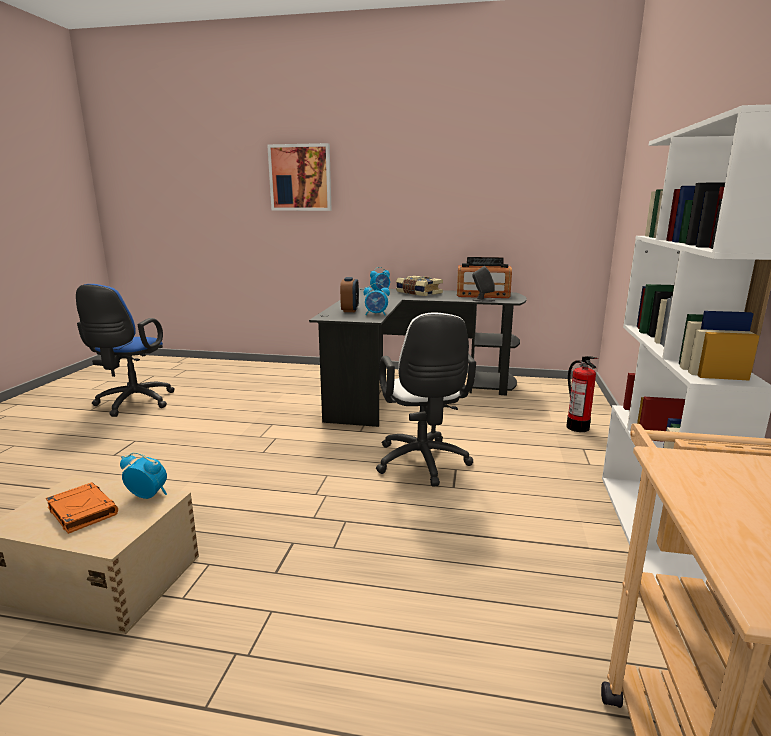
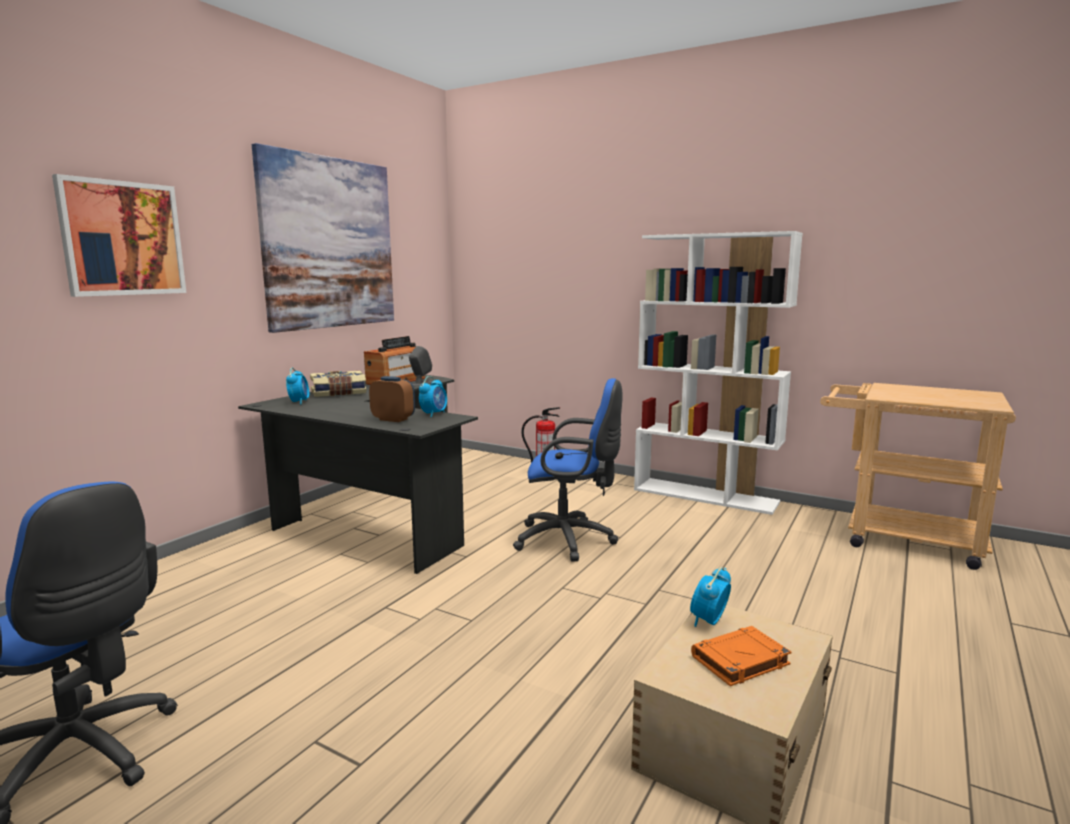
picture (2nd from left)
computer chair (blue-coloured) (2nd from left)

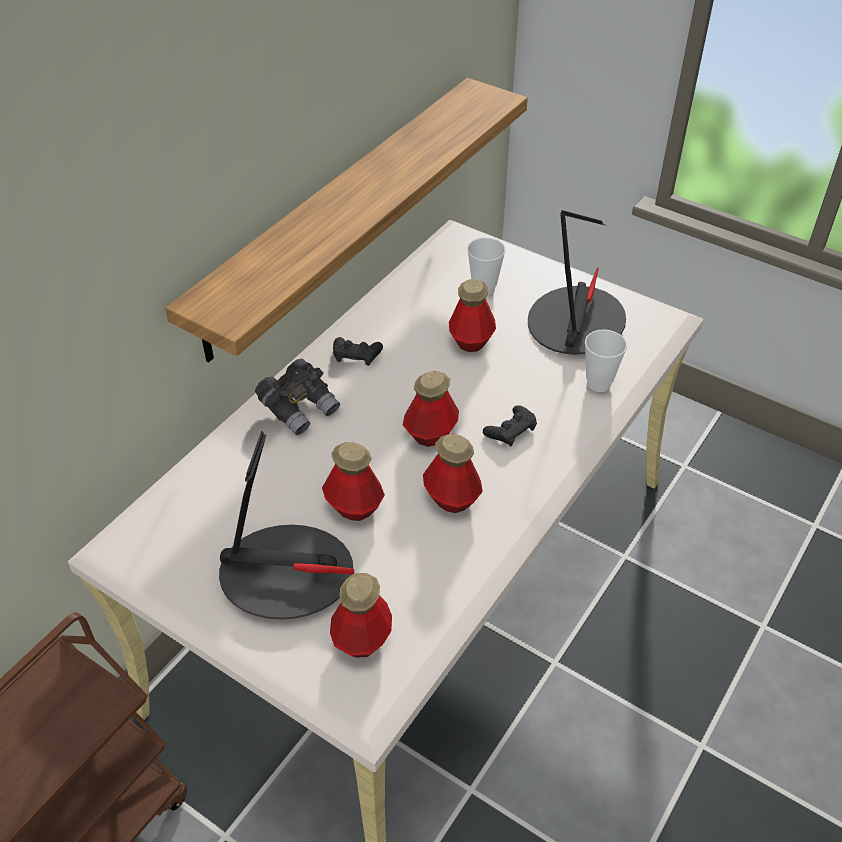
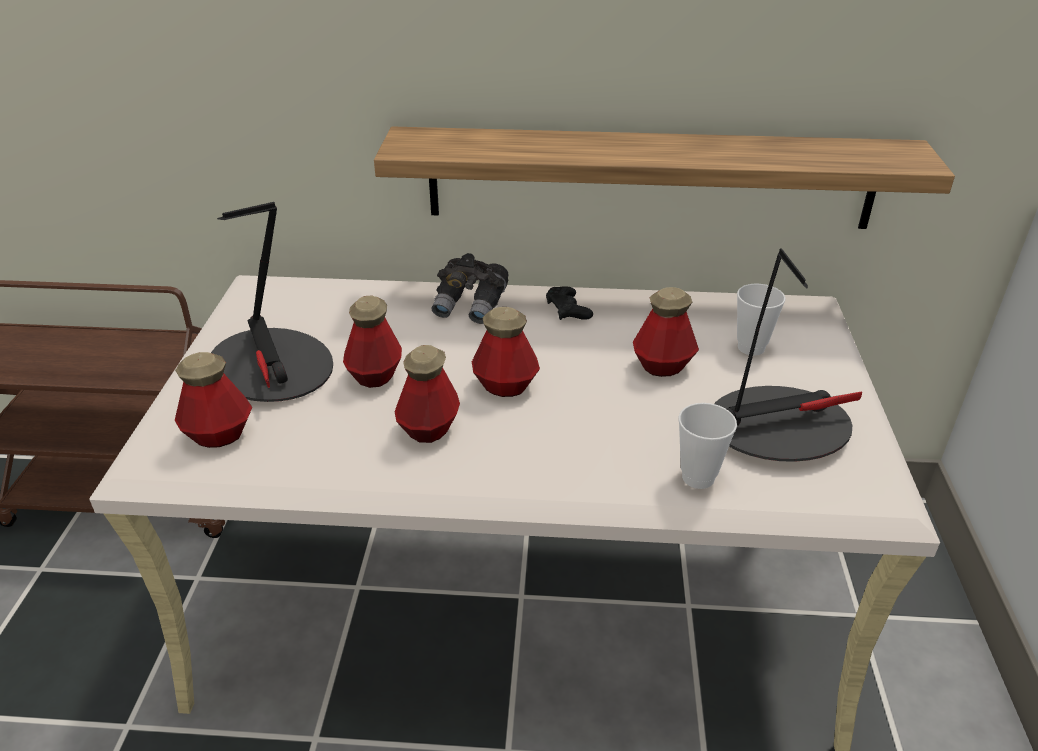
joypad (black-coloured) (2nd from left in the first image)

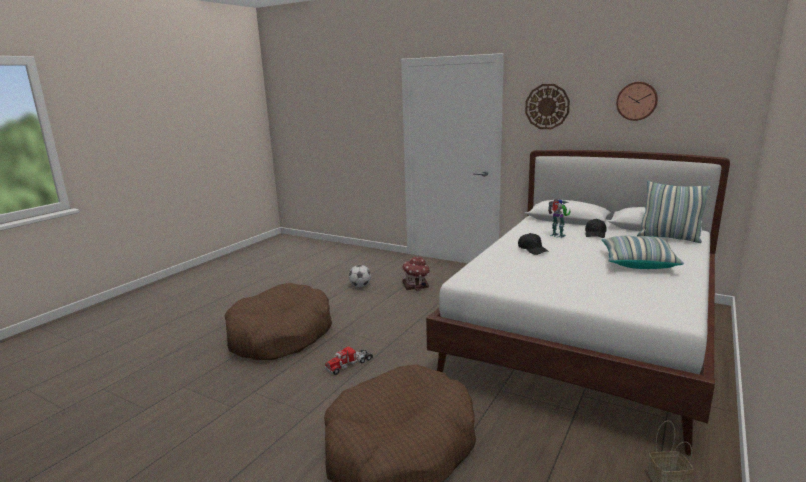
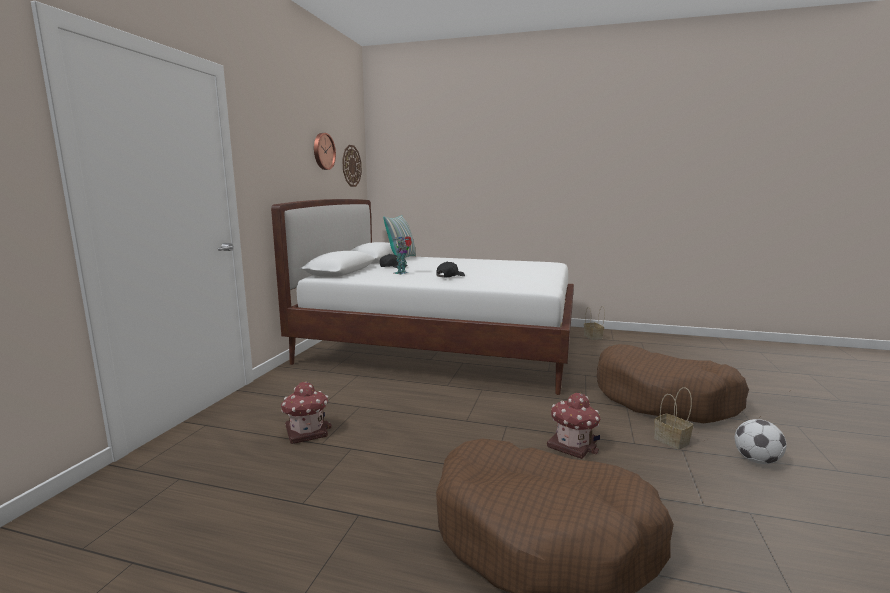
clock on the wall (2nd from left)
miniature house (2nd from left)
storage basket (2nd from left)
ball for football
pillow (1st from left in the first image)

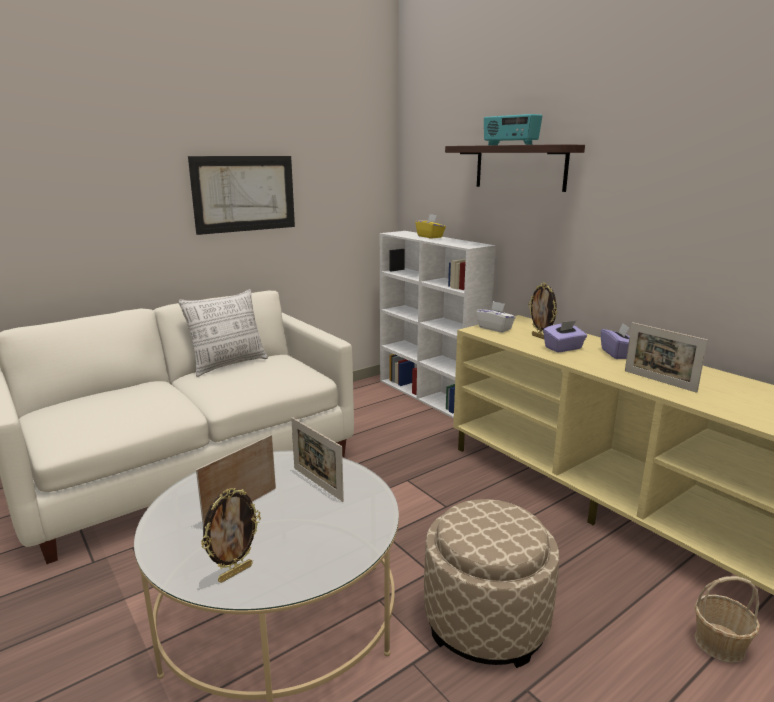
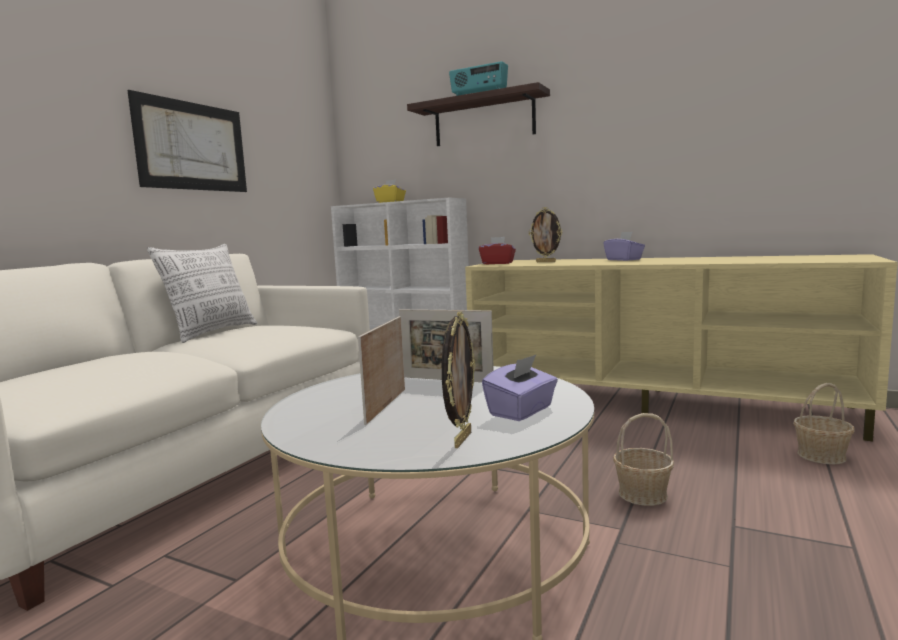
box of tissues (red-coloured)
box of tissues (purple) (1st from left)
storage basket (1st from left)
standing frame (5th from left in the first image)

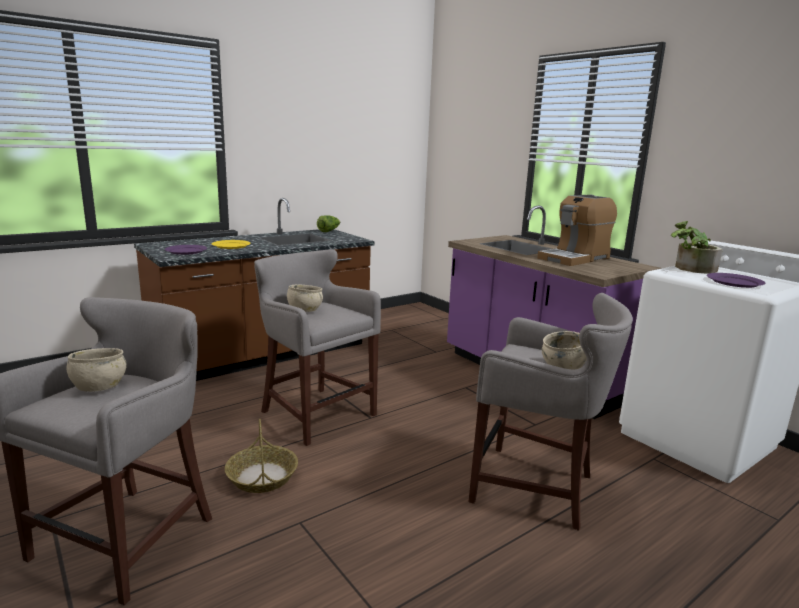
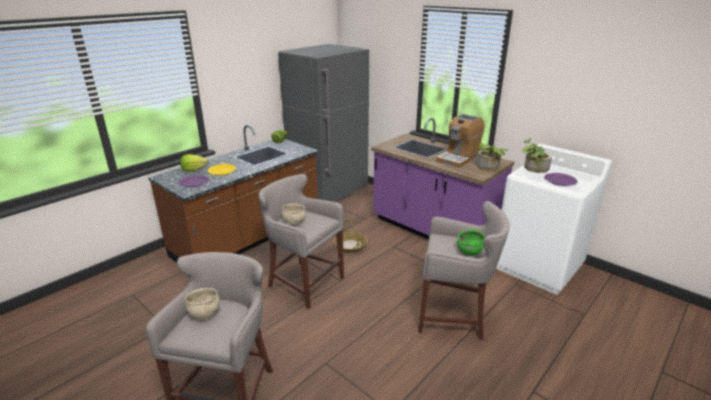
head of lettuce (1st from left)
kitchen fridge (gray)
storage basket
bowl (green)
potted plant (1st from left)

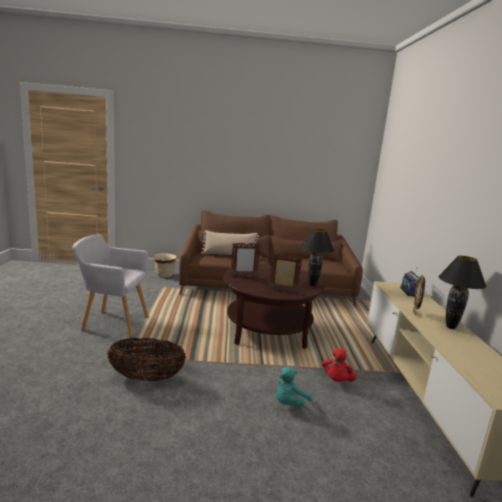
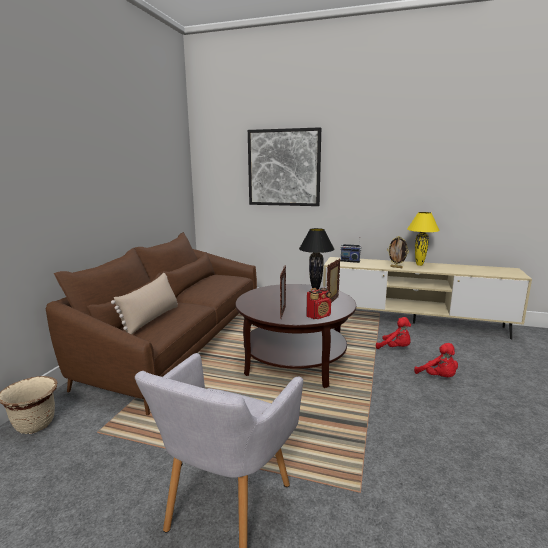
picture
radio receiver (1st from left)
table lamp (yellow-coloured)
plush toy (red-coloured) (2nd from left)
storage basket

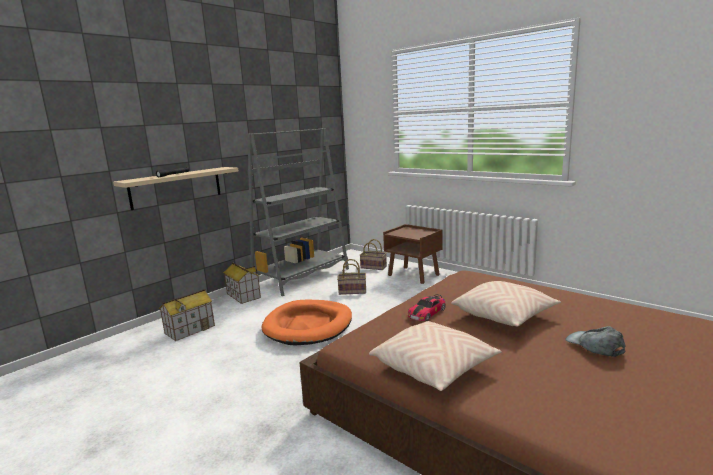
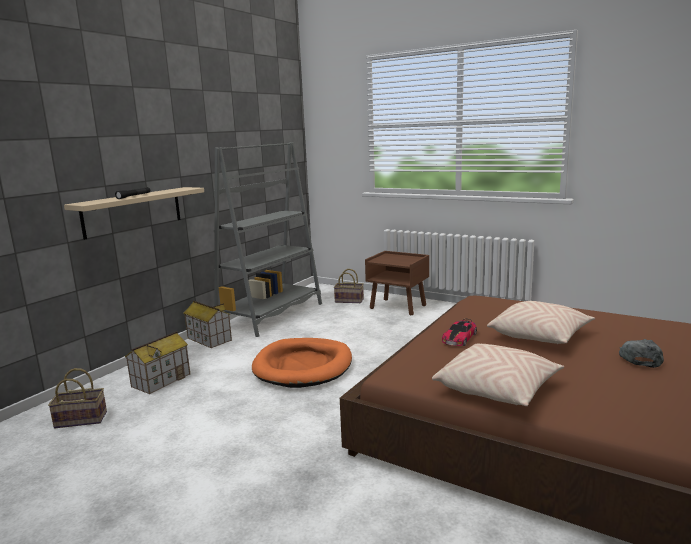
storage basket (1st from left)
peaked cap (gray)

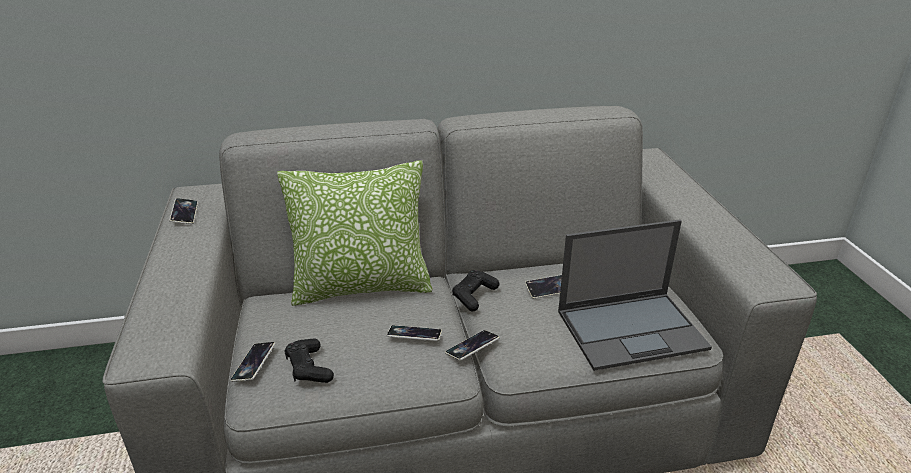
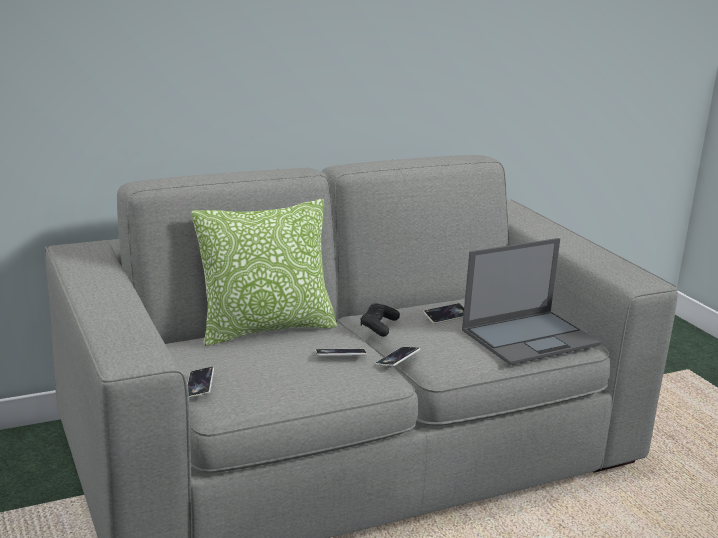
phone (1st from left in the first image)
joypad (black-coloured) (1st from left in the first image)

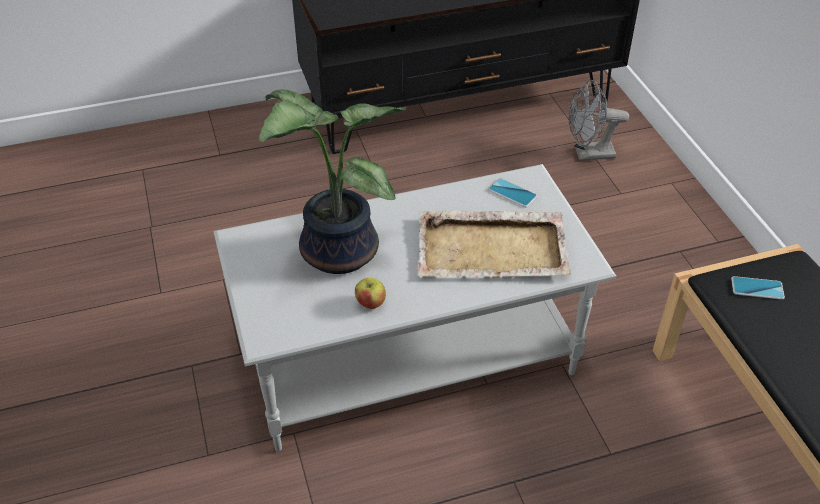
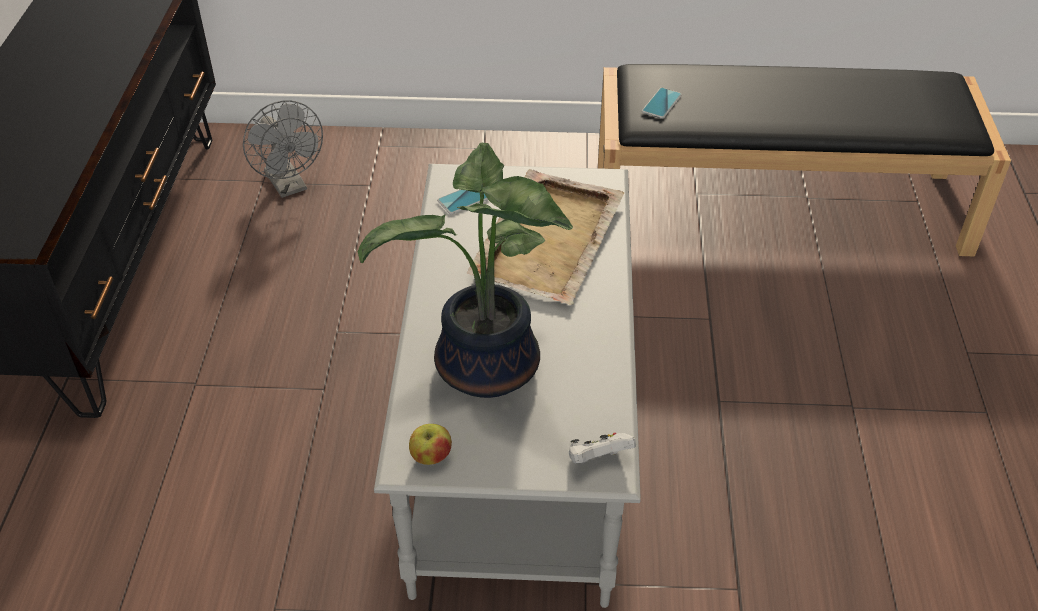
electric fan (gray)
apple
joypad (whitish)

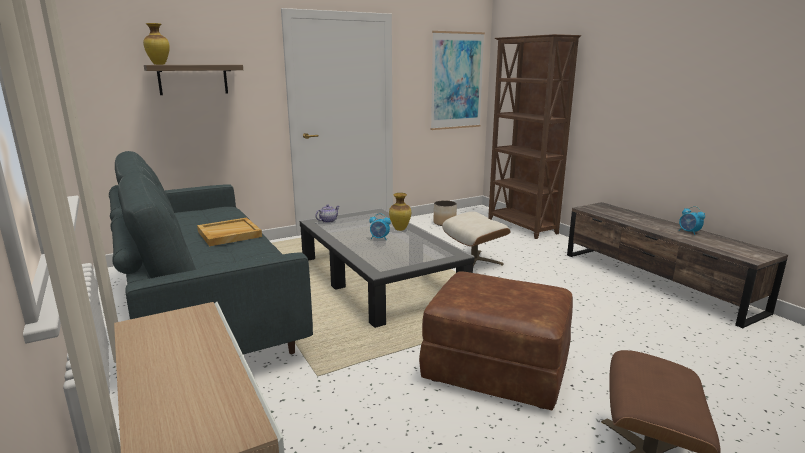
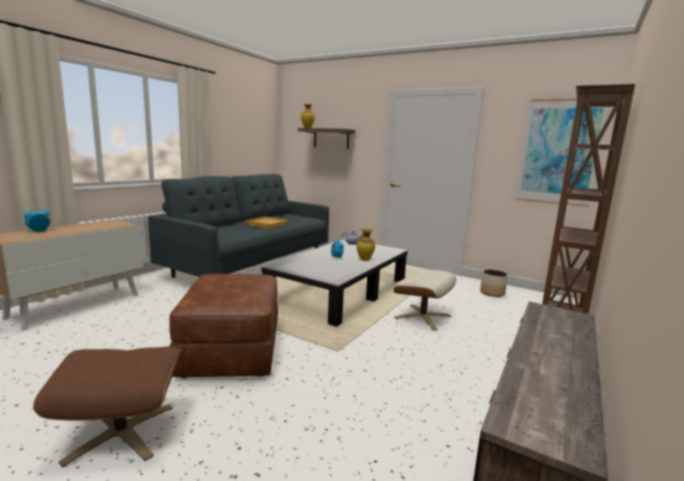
alarm clock (1st from left)

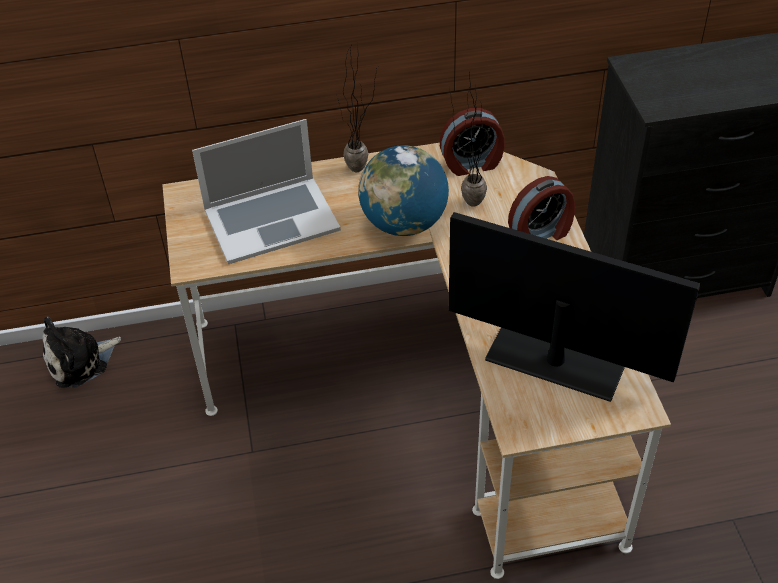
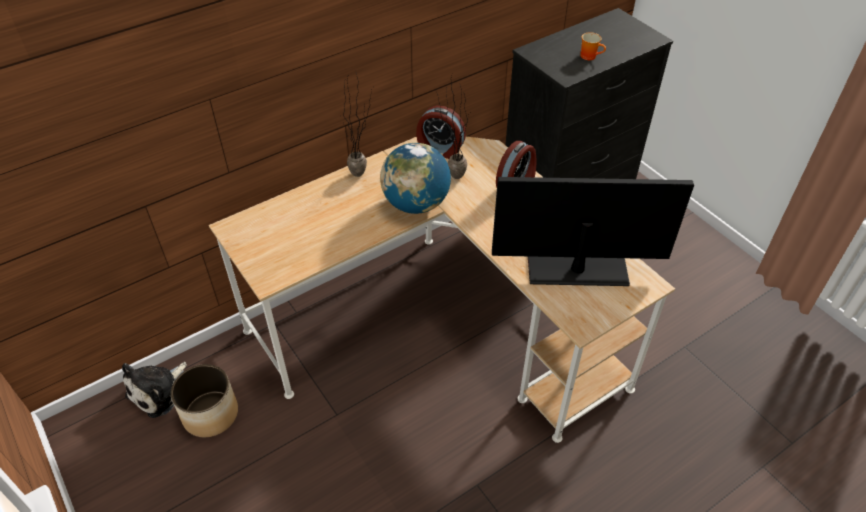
flower pot
alarm clock (1st from left)
mug
portable computer

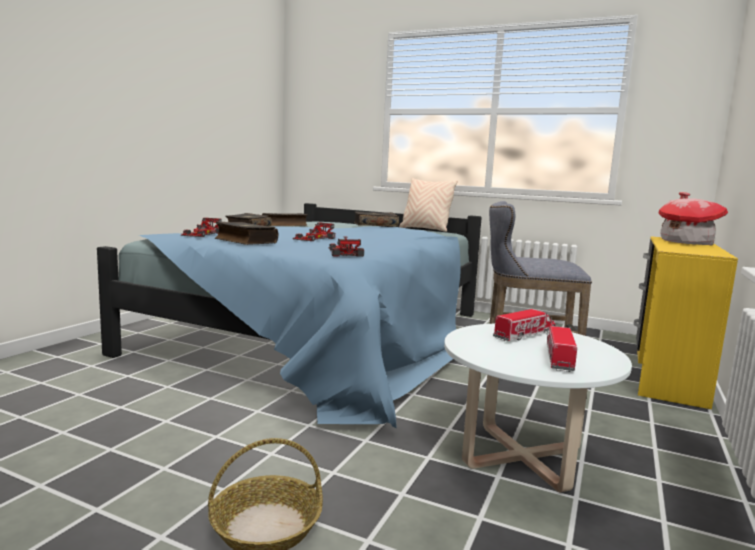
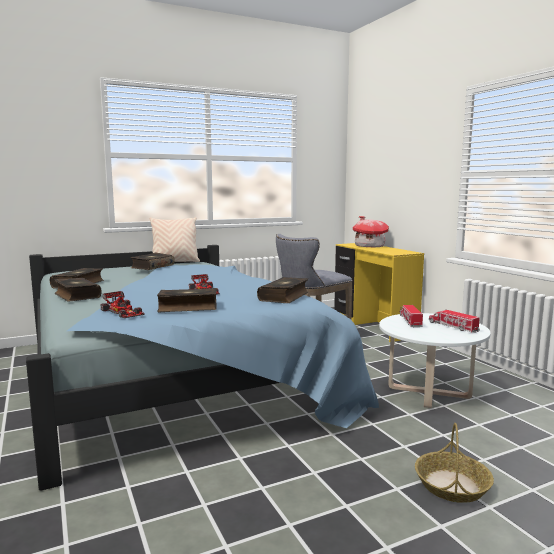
book (5th from left)

